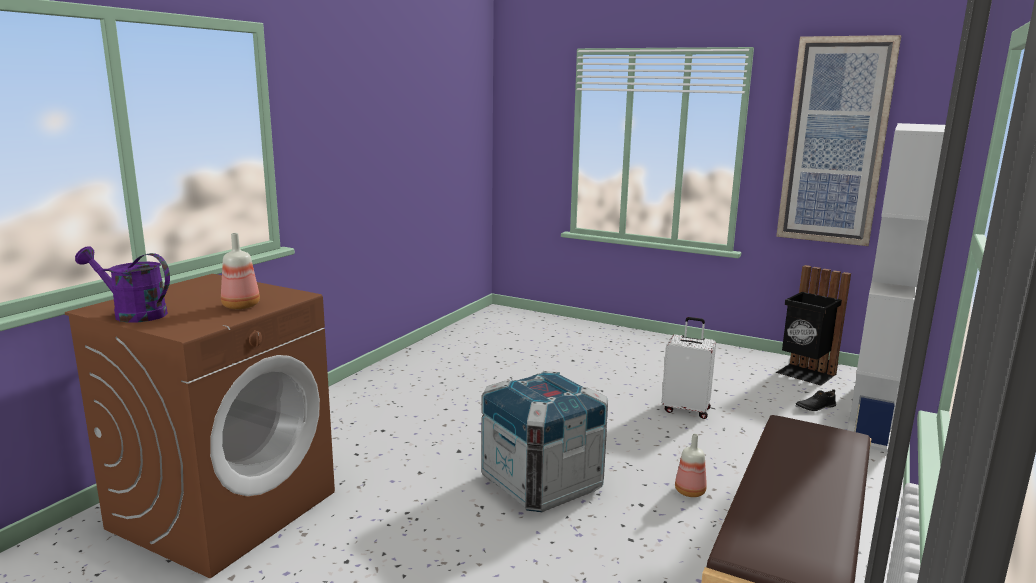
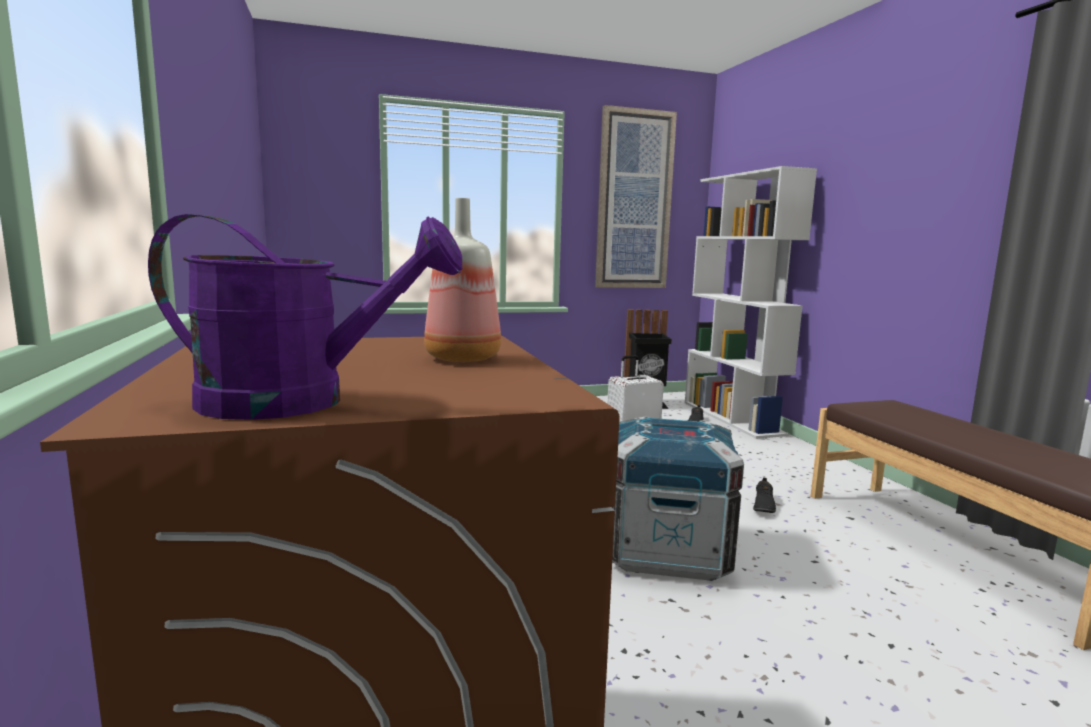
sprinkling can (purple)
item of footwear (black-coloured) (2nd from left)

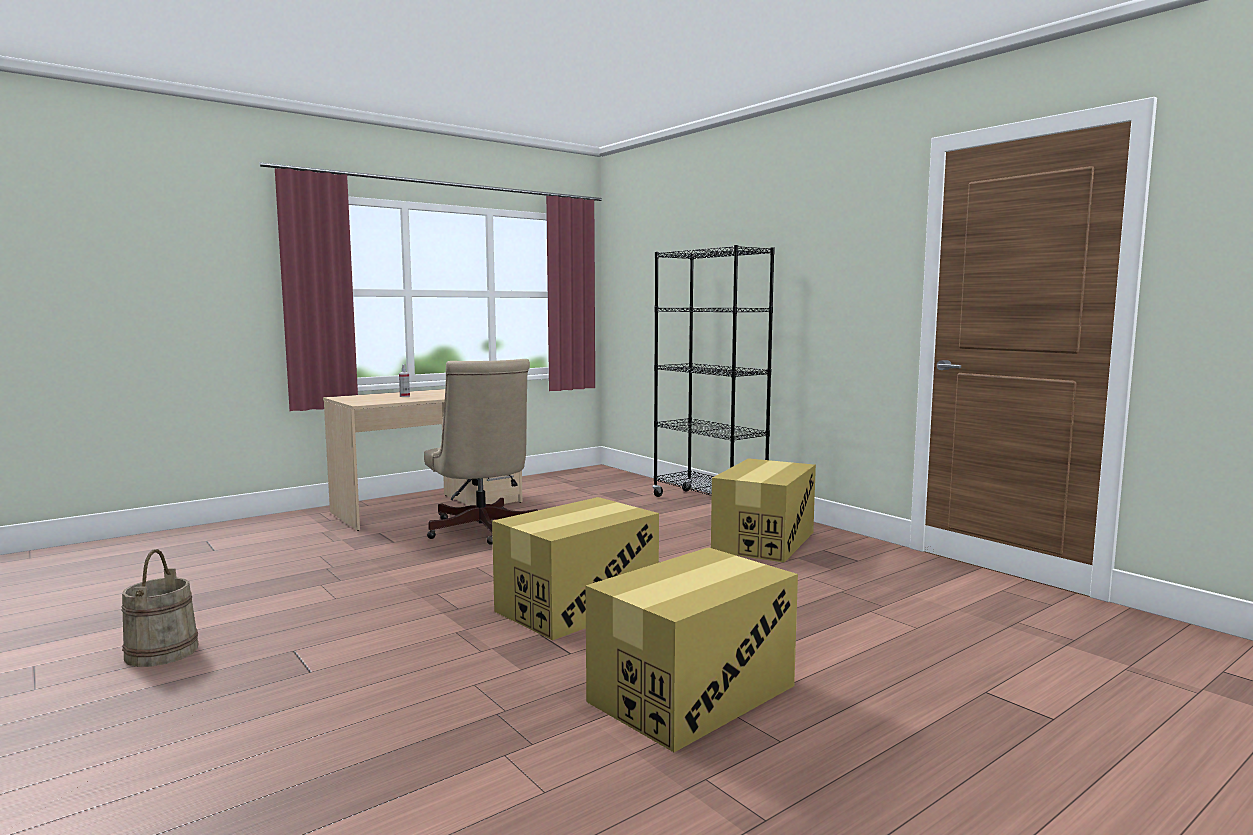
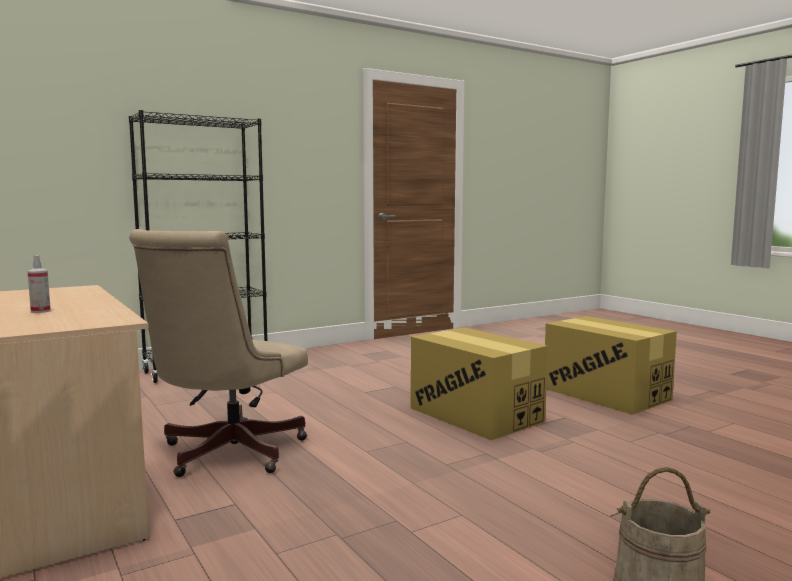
computer chair (beige)
cardboard box (3rd from left in the first image)

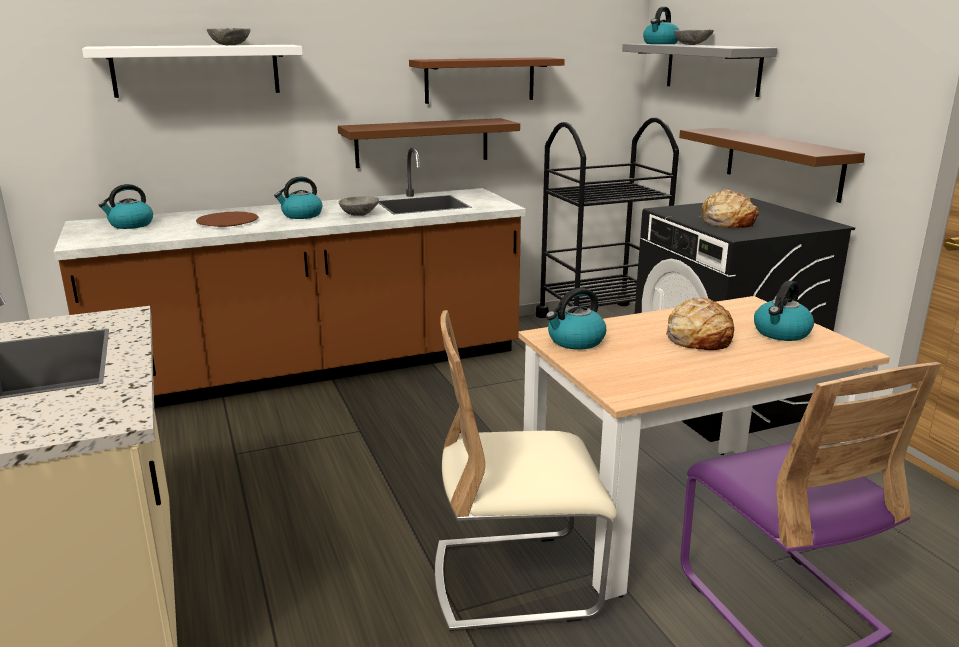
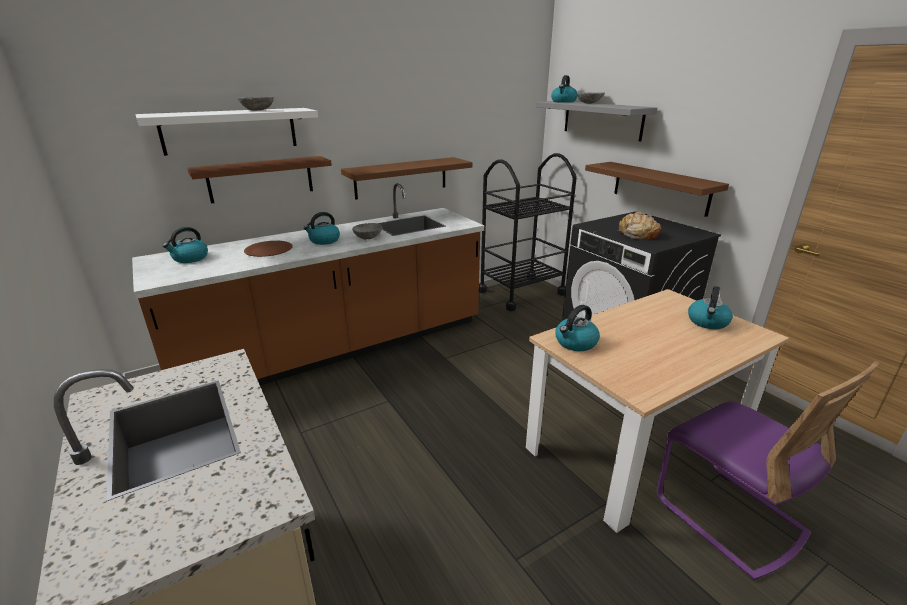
shelf (brown-coloured) (1st from left)
chair (beige)
bakery bread (1st from left in the first image)

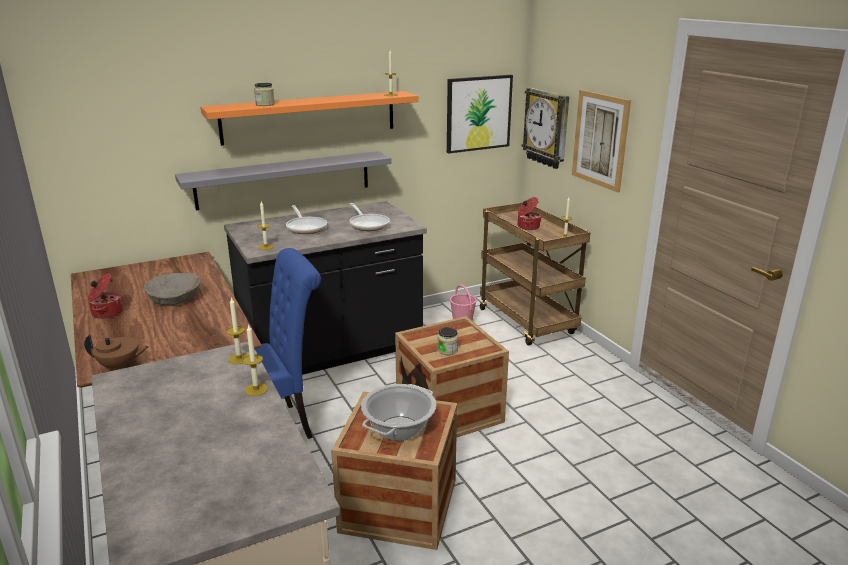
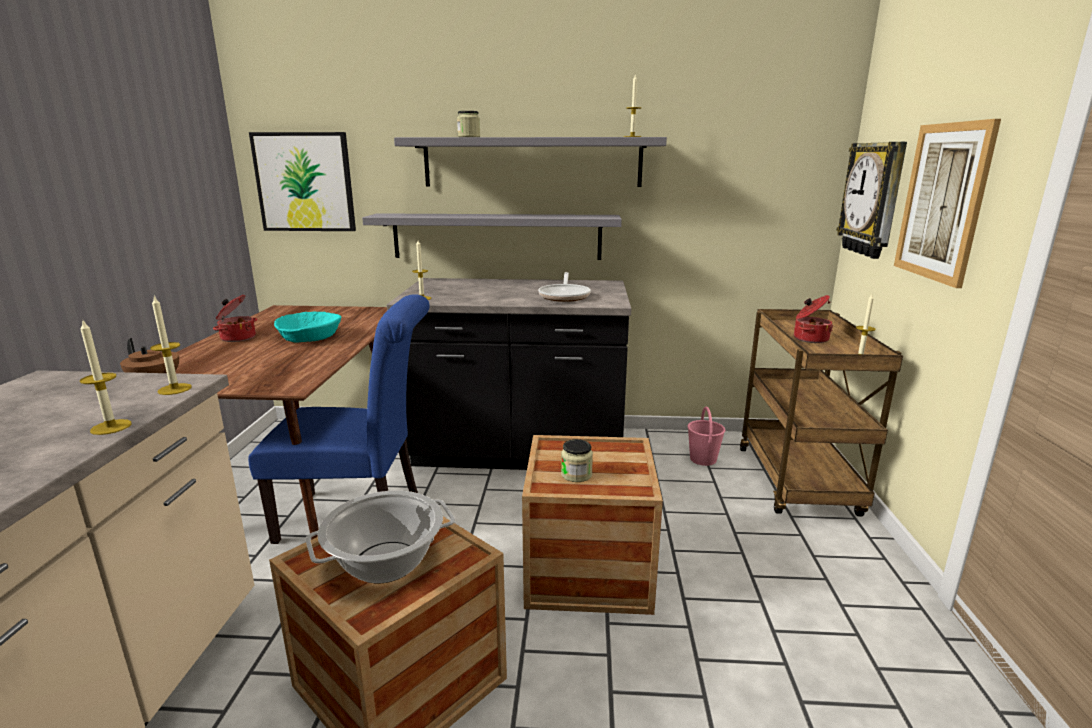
picture (1st from left)
bowl (turquoise)
shelf (gray) (2nd from left)
frying pan (1st from left in the first image)

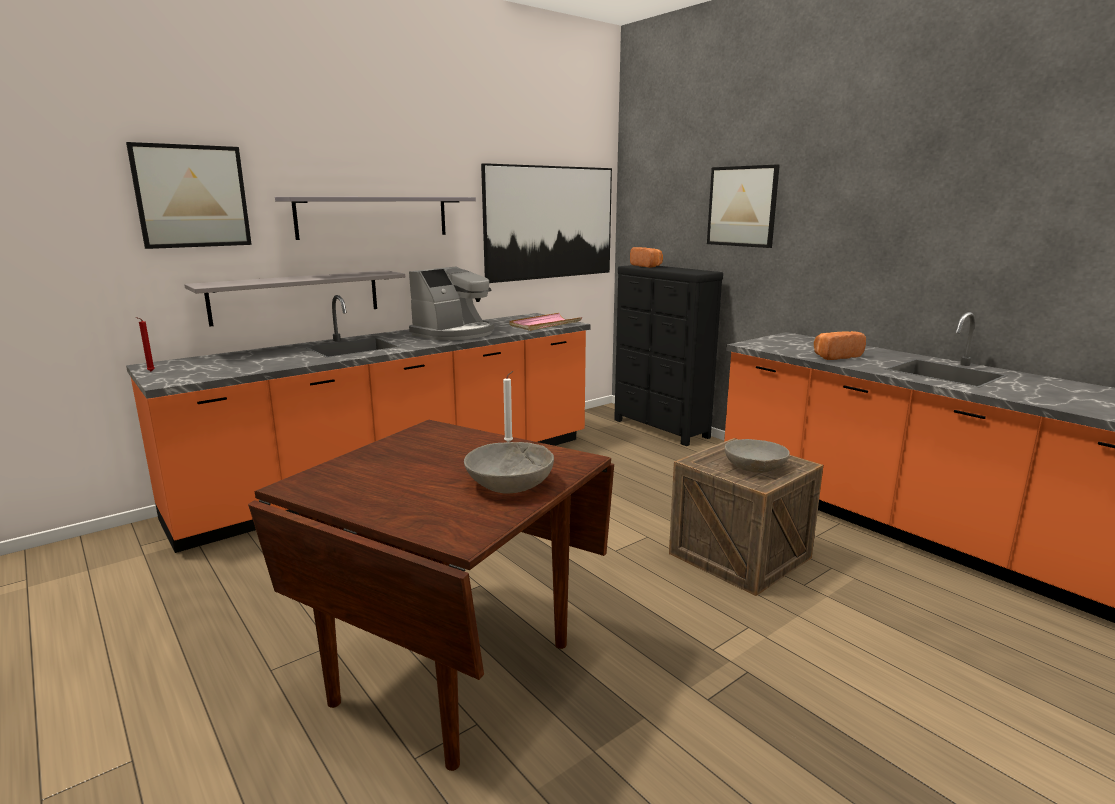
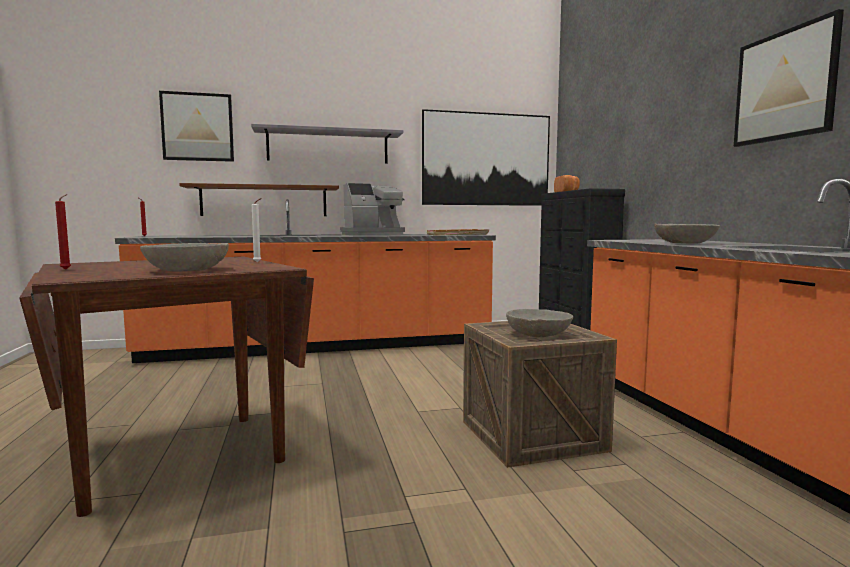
wax light (red-coloured) (1st from left)
shelf (brown-coloured)
bowl (gray) (3rd from left)
picture (3rd from left)

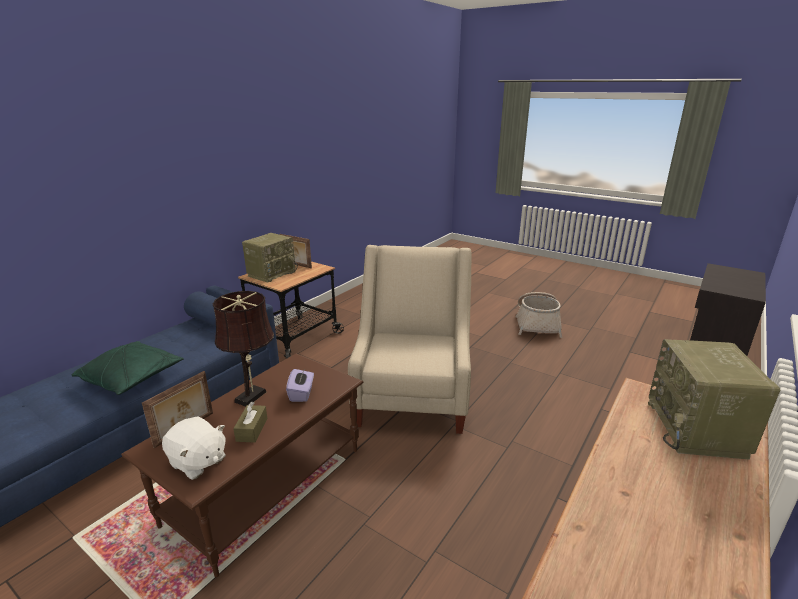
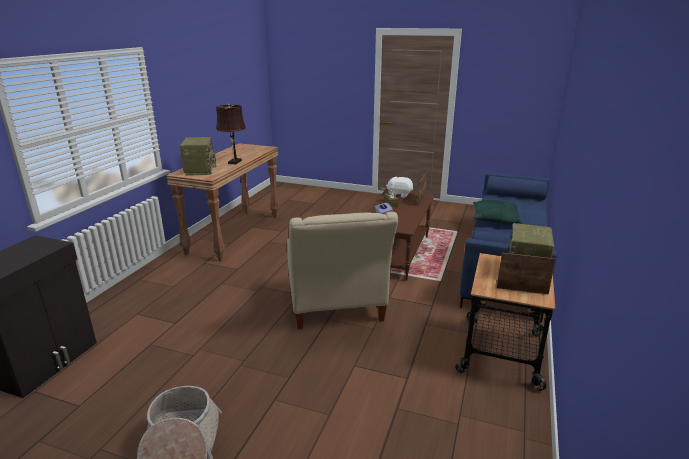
table lamp (brown-coloured)

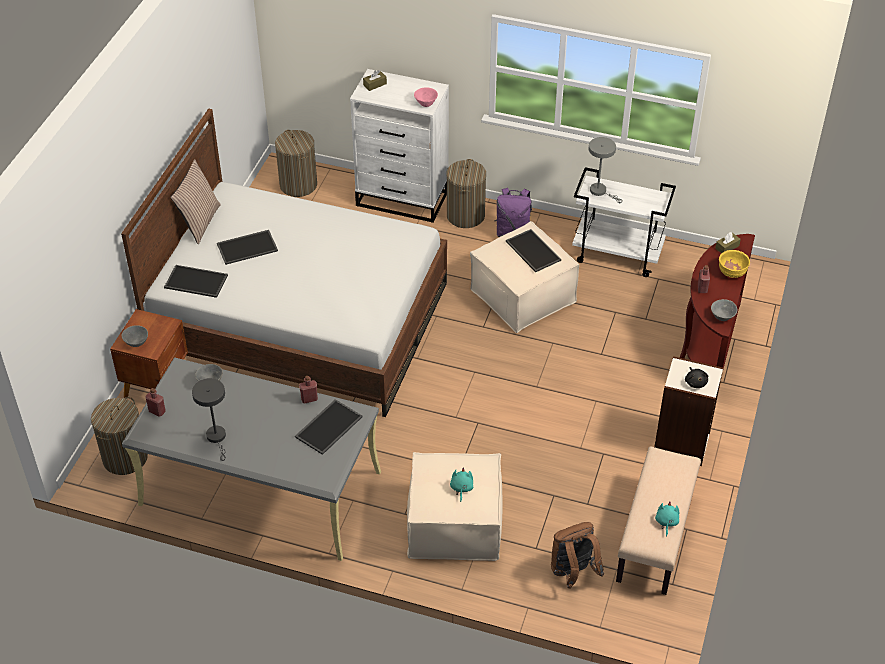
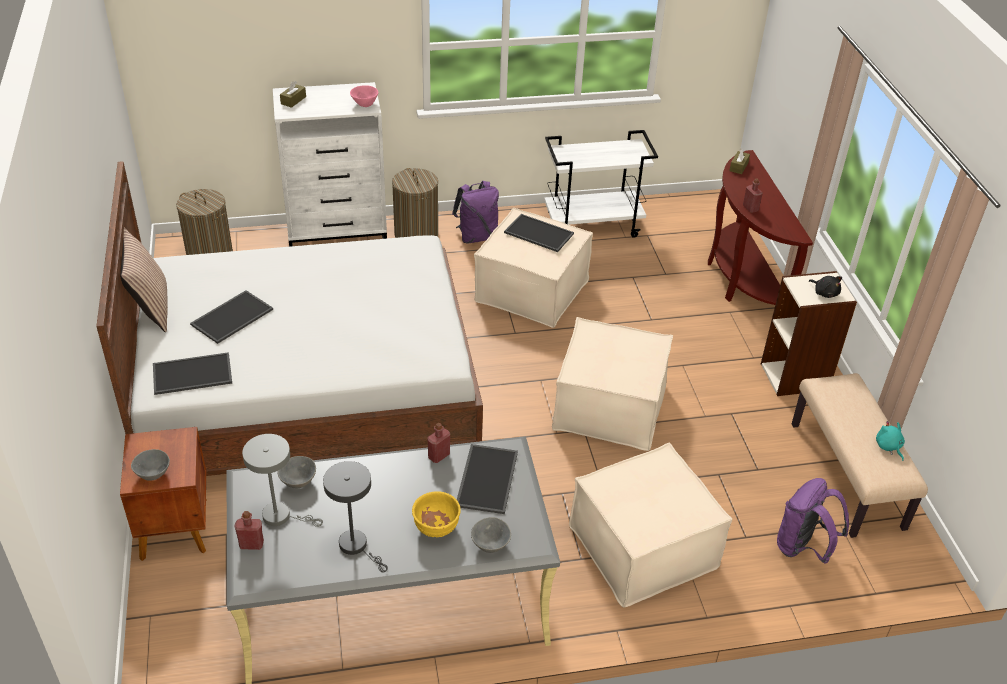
table lamp (gray) (1st from left)
bowl (yellow-coloured)
bowl (gray) (3rd from left)
ottoman (beige) (2nd from left)
rucksack (purple) (2nd from left)
laundry basket (1st from left in the first image)
plush toy (turquoise) (1st from left in the first image)

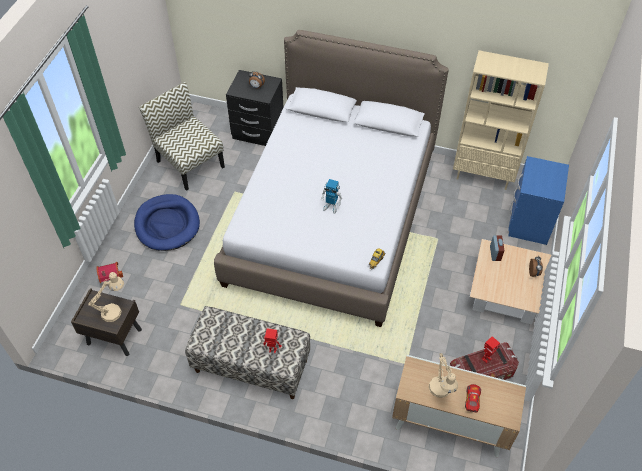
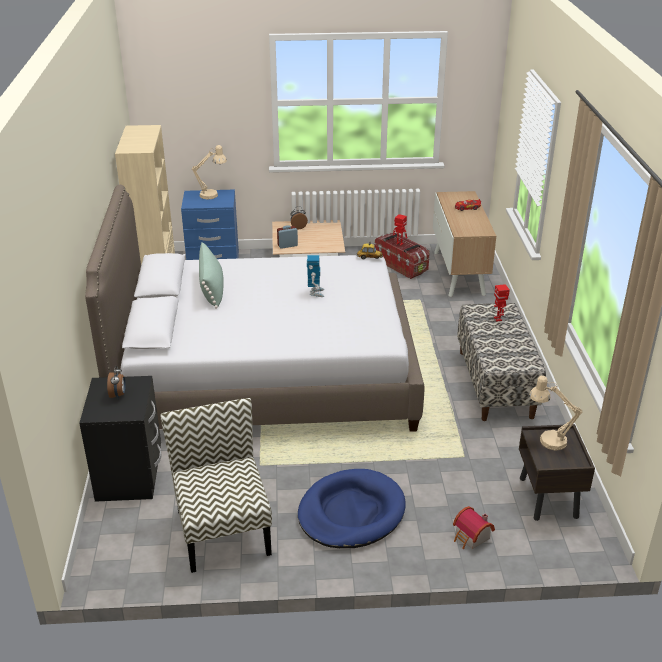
chair
table lamp (beige) (1st from left)
pillow (green)

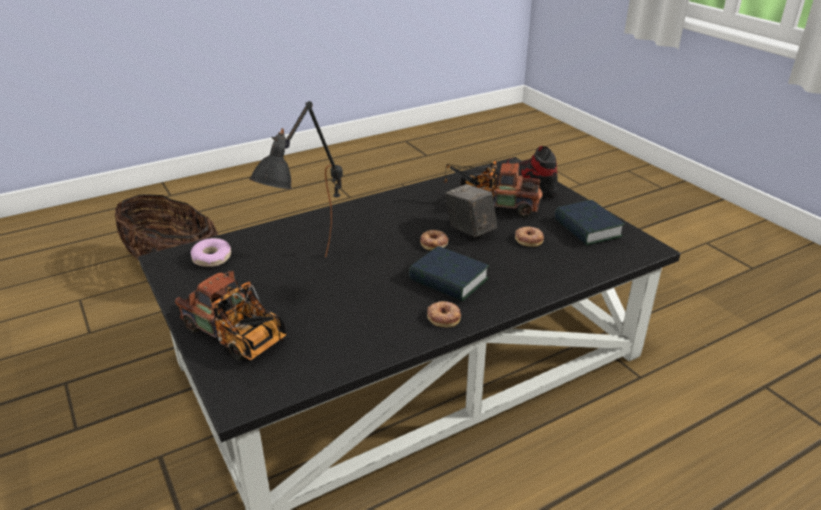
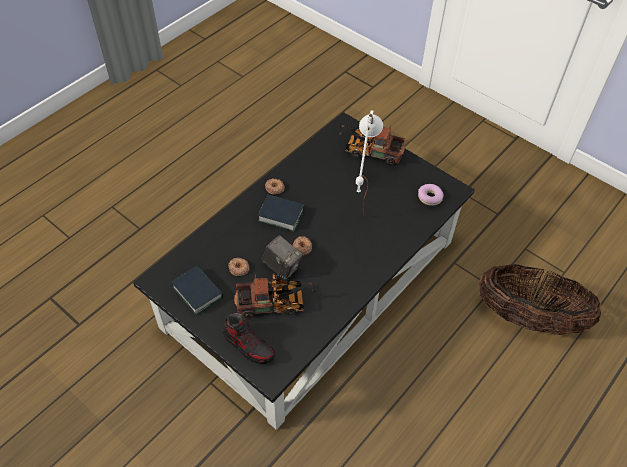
table lamp (whitish)

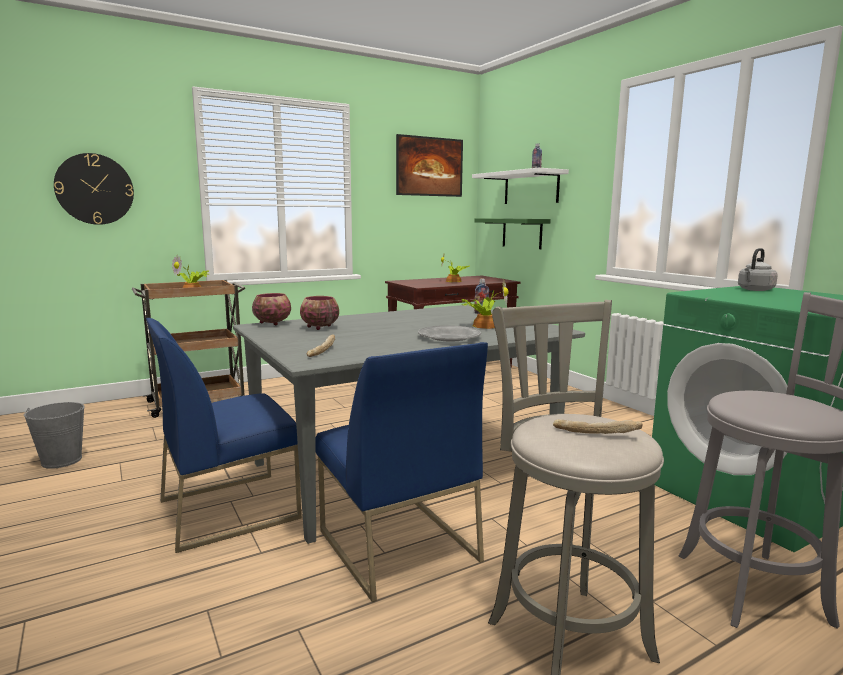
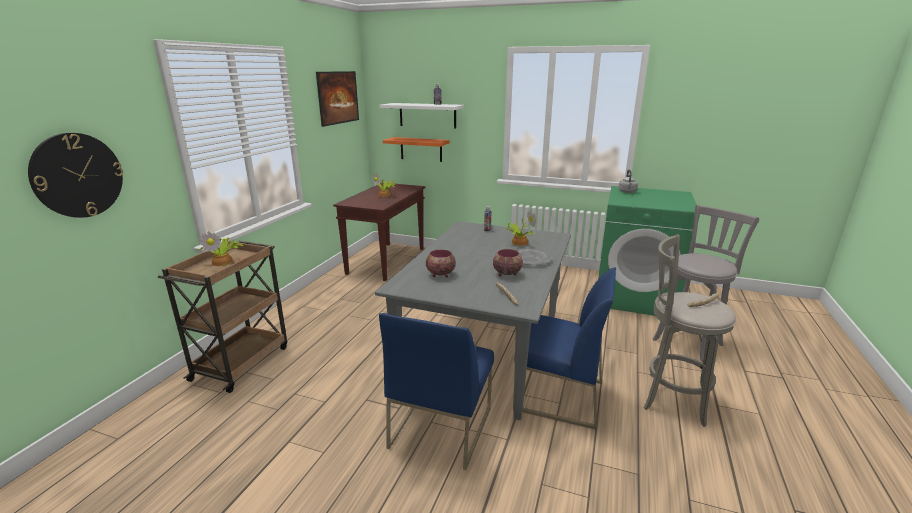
shelf (orangey)
bowl (2nd from left)
pail (gray)

